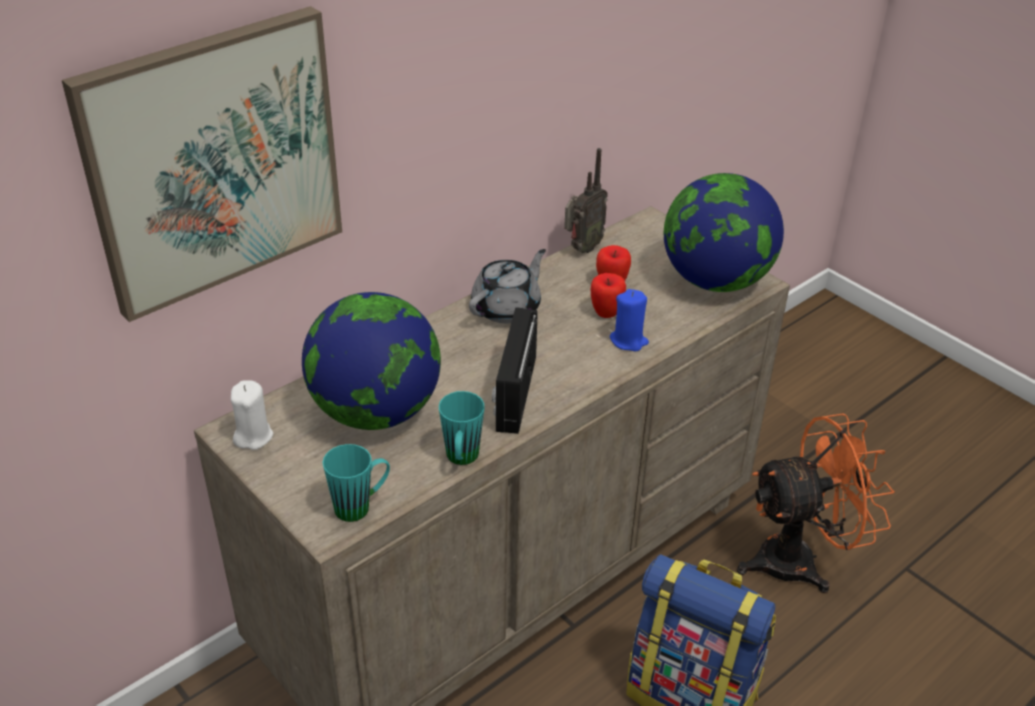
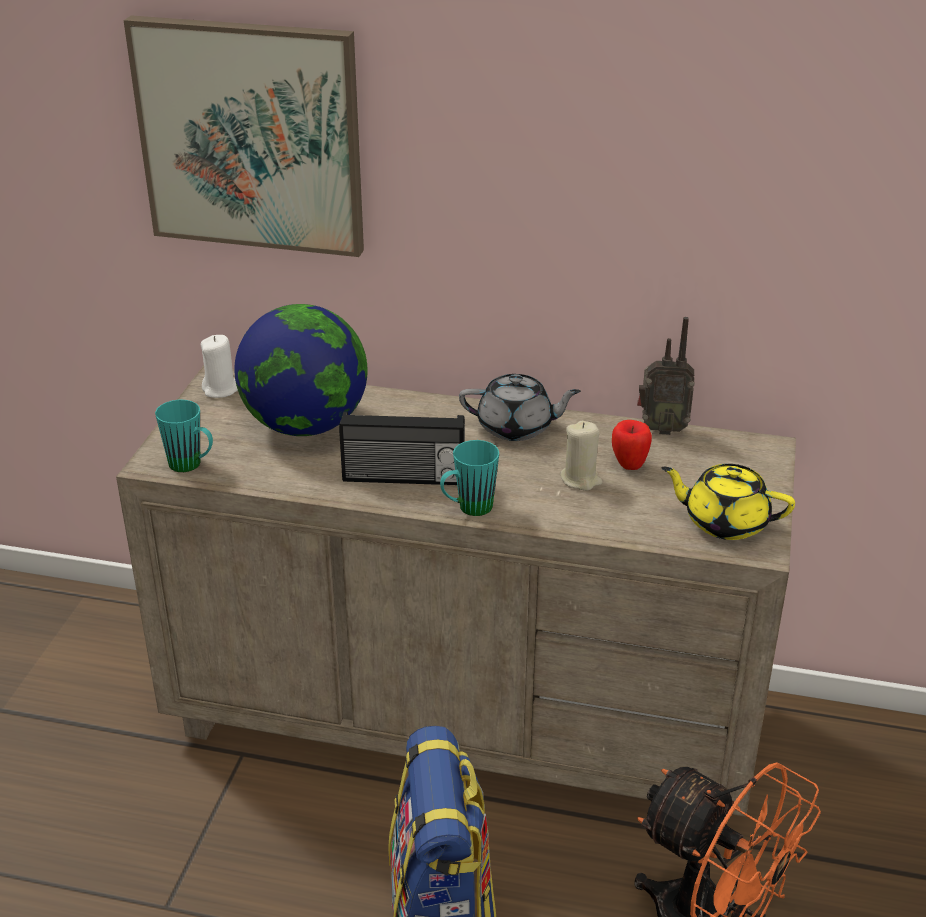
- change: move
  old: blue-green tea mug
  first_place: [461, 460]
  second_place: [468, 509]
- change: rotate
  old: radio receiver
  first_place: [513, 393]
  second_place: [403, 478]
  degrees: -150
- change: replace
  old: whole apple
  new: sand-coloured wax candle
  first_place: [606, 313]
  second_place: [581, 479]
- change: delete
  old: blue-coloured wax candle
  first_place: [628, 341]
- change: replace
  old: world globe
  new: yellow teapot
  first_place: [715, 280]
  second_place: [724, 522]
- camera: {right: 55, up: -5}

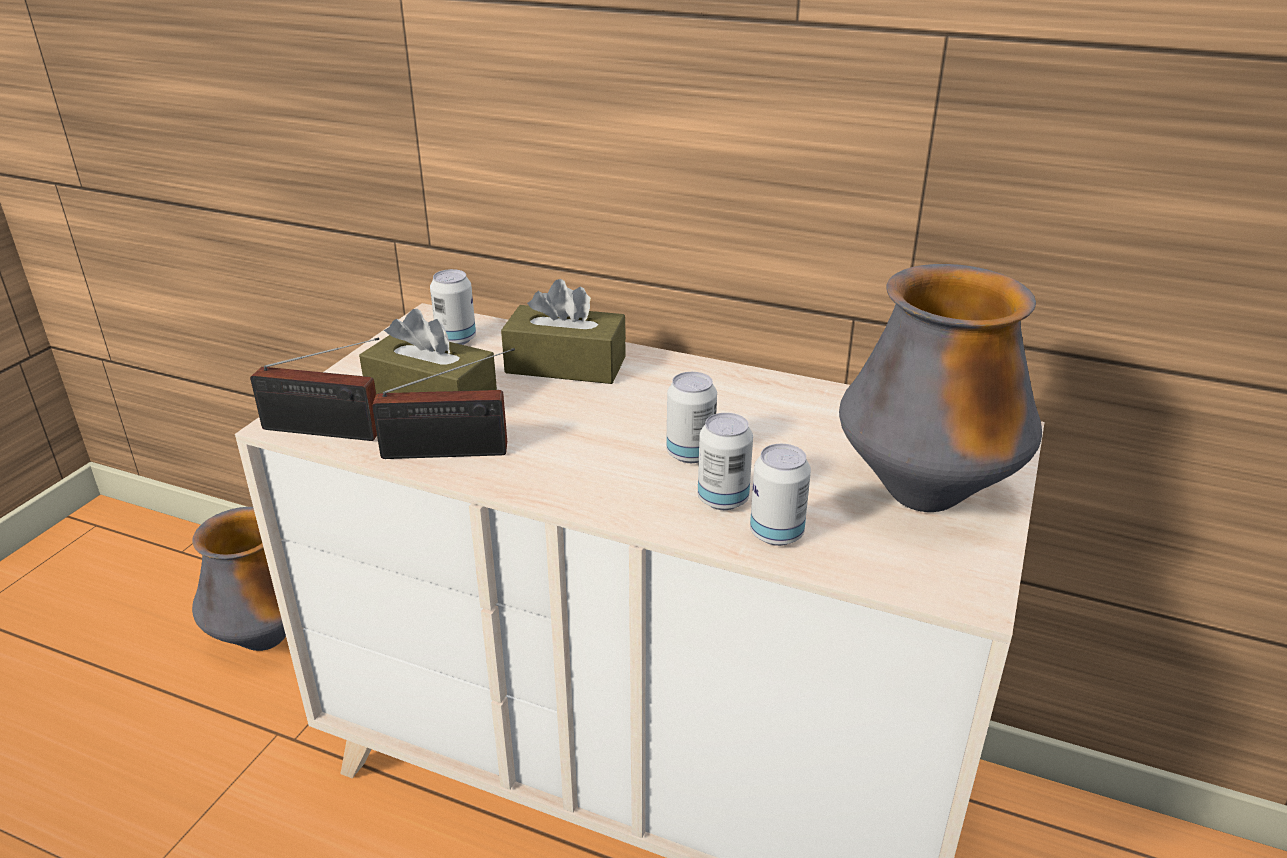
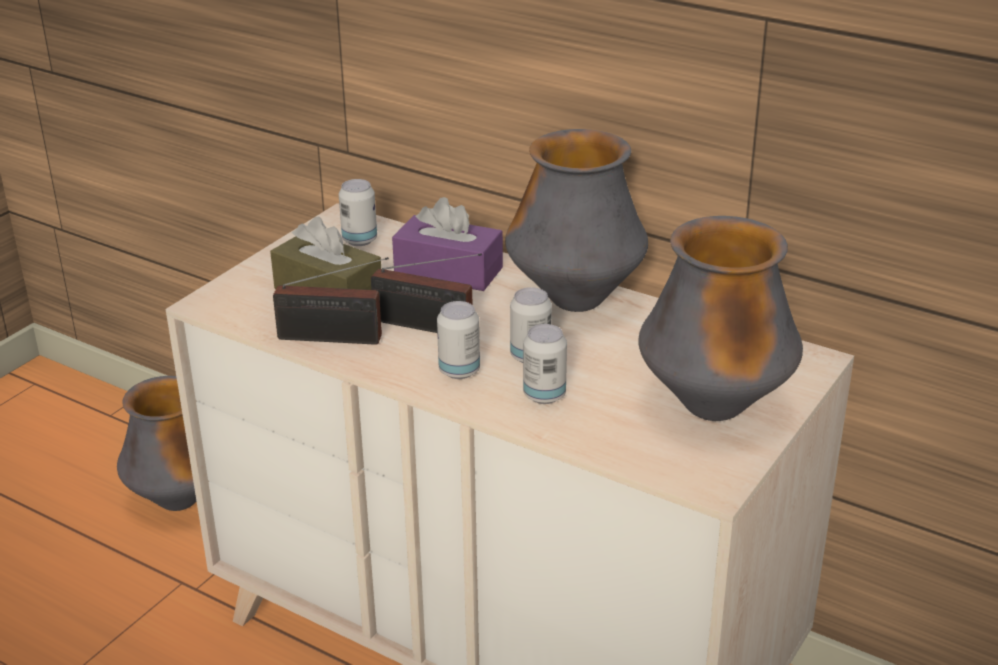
- change: move
  old: radio receiver
  first_place: [328, 431]
  second_place: [428, 327]
- change: recolor
  old: brown tissue holder
  new: purple tissue holder
  first_place: [565, 365]
  second_place: [448, 271]
- change: move
  old: metal can
  first_place: [776, 534]
  second_place: [459, 371]
- change: insert
  new: decorative vase
  second_place: [575, 300]
- camera: {right: 10, up: 0}

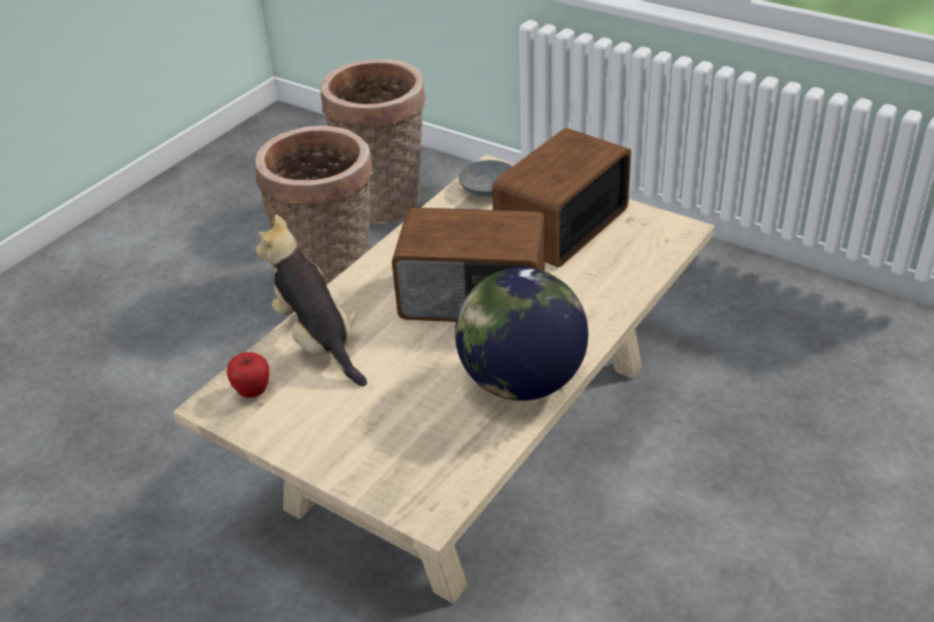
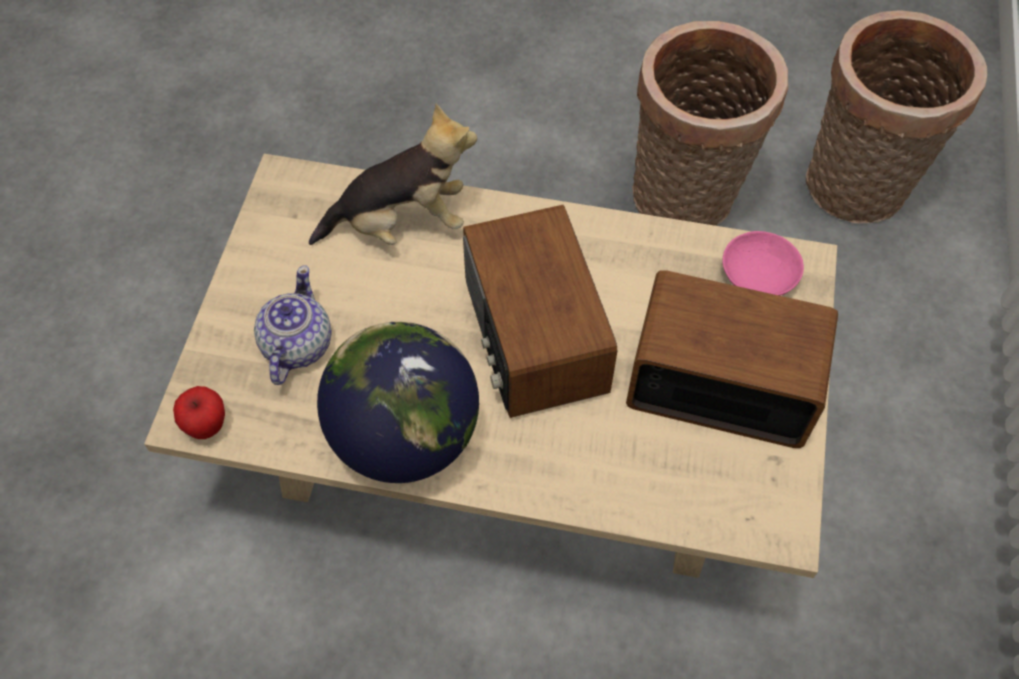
- change: move
  old: whole apple
  first_place: [253, 391]
  second_place: [207, 426]
- change: rotate
  old: soft toy
  first_place: [318, 342]
  second_place: [401, 223]
  degrees: 45
- change: recolor
  old: greyish bowl
  new: pink-coloured bowl
  first_place: [488, 188]
  second_place: [760, 275]
- change: insert
  new: teapot
  second_place: [296, 346]
- camera: {right: 65, up: 20}

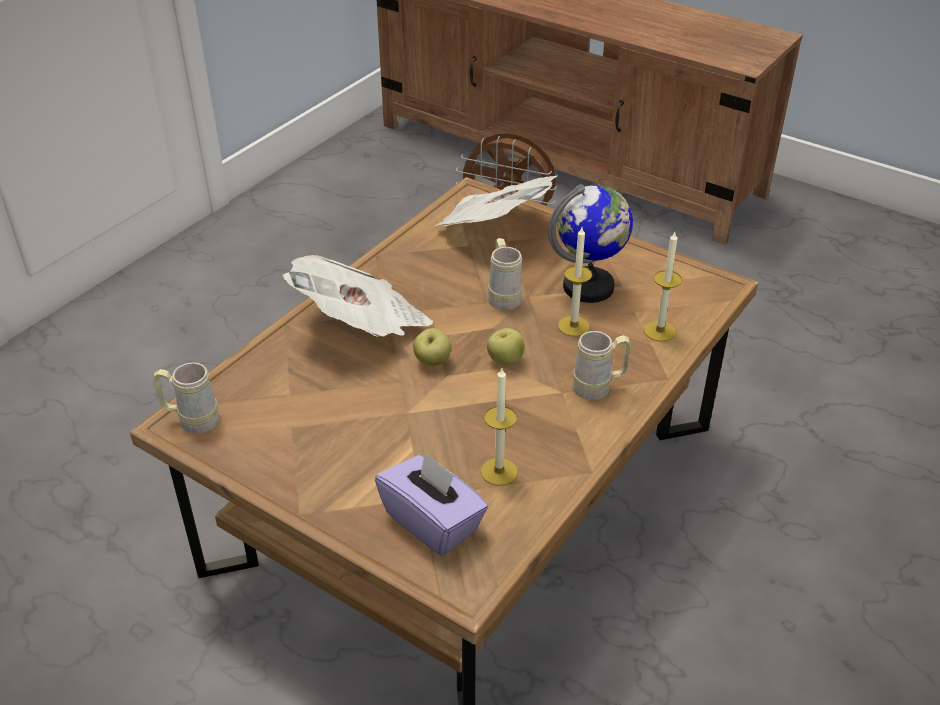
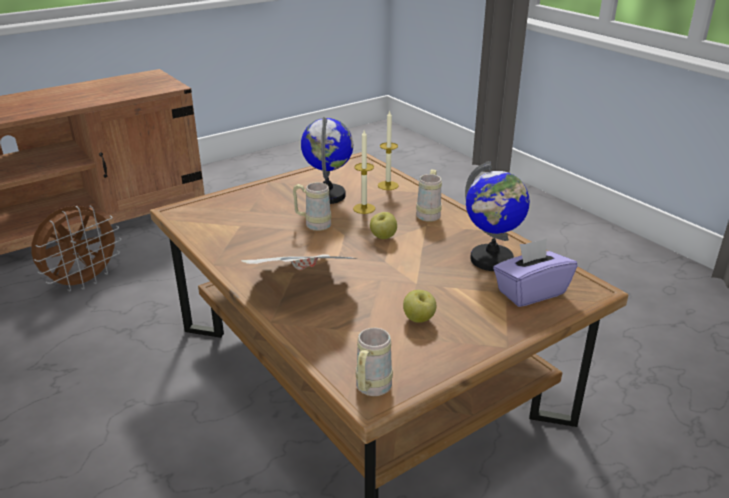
- change: move
  old: whole apple
  first_place: [432, 362]
  second_place: [419, 319]
- change: delete
  old: daily paper
  first_place: [494, 228]
- change: replace
  old: wax candle
  new: world globe
  first_place: [499, 471]
  second_place: [491, 260]
- camera: {right: -70, up: -10}

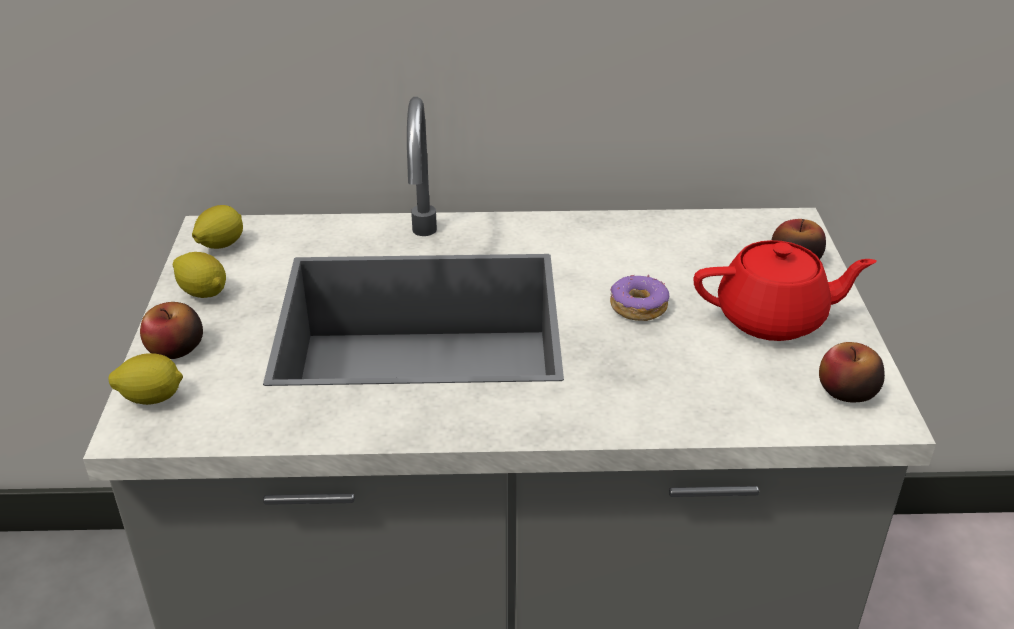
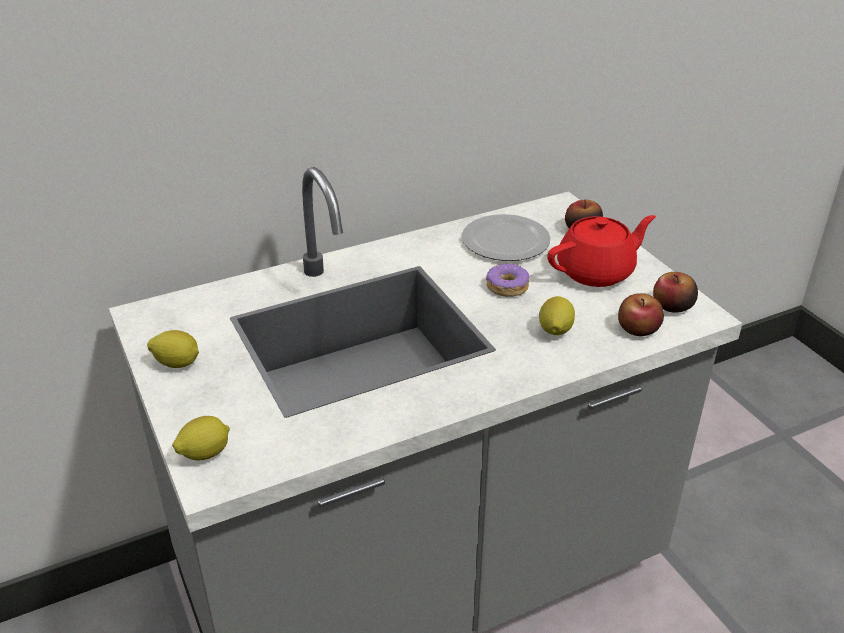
- change: move
  old: whole apple
  first_place: [175, 349]
  second_place: [638, 329]
- change: move
  old: citrus fruit
  first_place: [220, 245]
  second_place: [554, 331]
- change: insert
  new: dinner plate
  second_place: [506, 242]
- camera: {right: -25, up: 0}

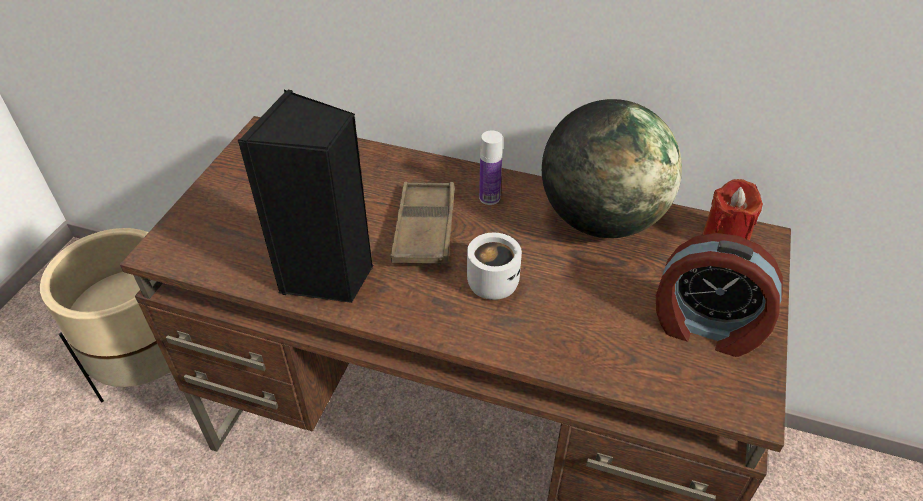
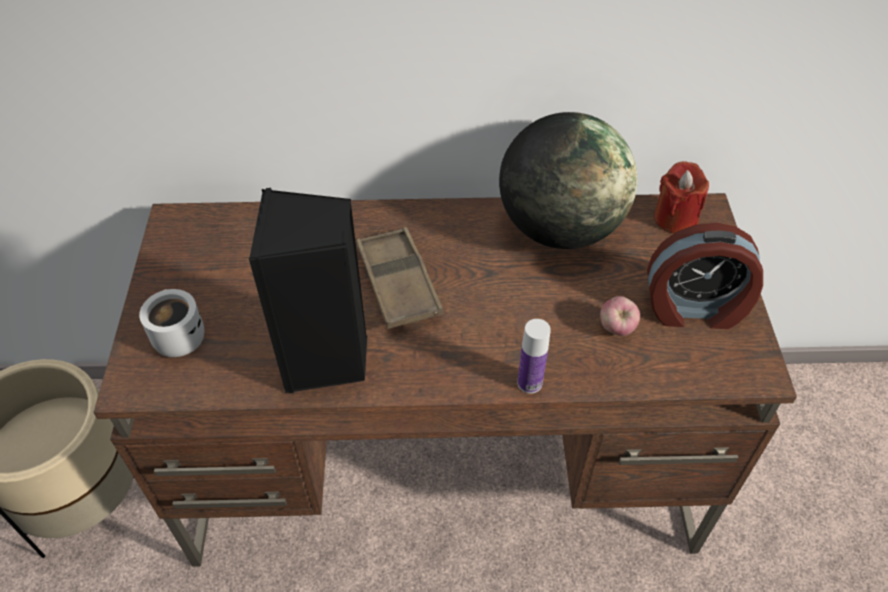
- change: move
  old: white-coloured tea mug
  first_place: [490, 280]
  second_place: [176, 336]
- change: move
  old: beverage bottle
  first_place: [489, 198]
  second_place: [529, 383]
- change: insert
  new: whole apple
  second_place: [616, 328]
- camera: {right: -20, up: 5}

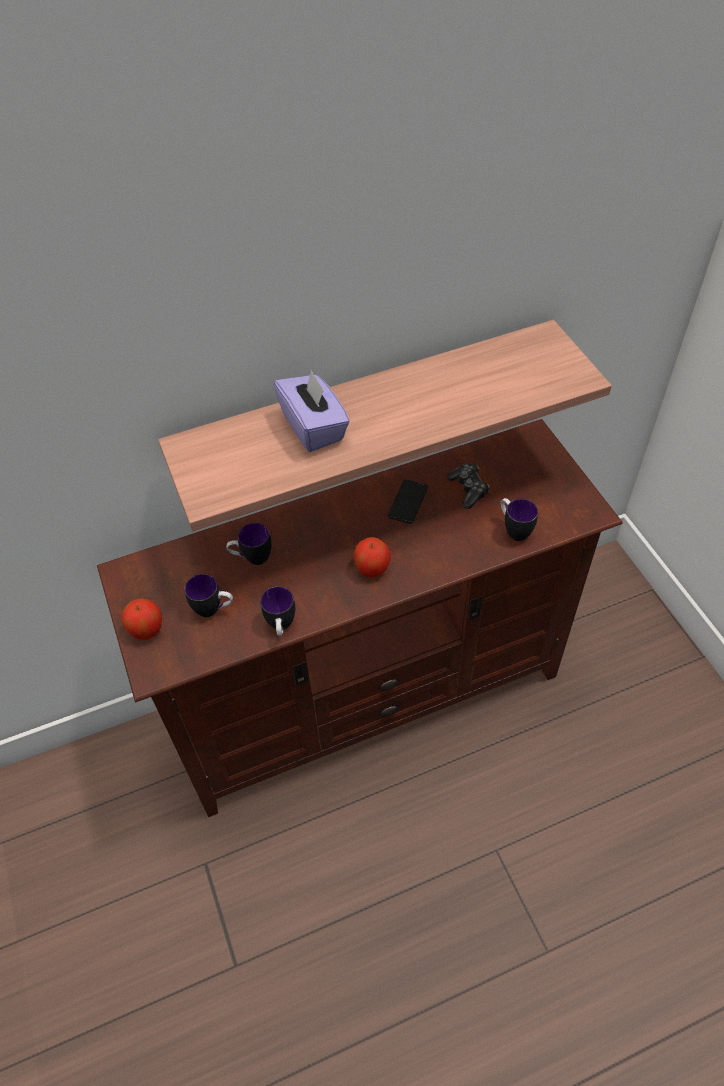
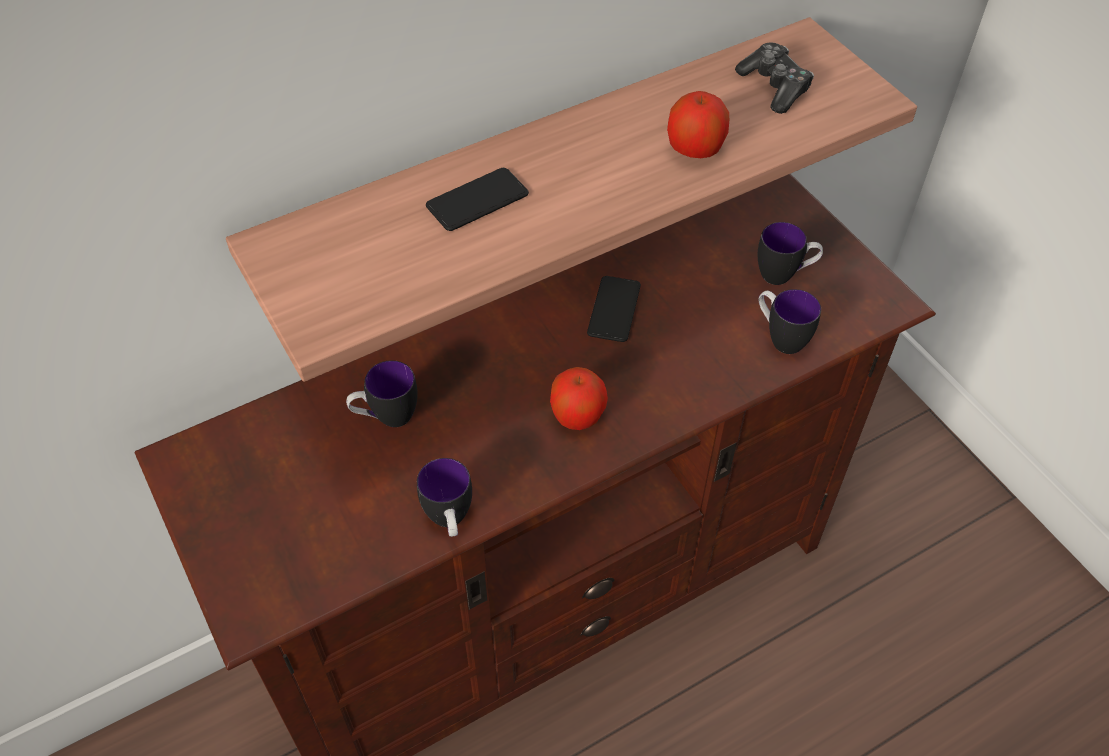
- change: move
  old: whole apple
  first_place: [146, 629]
  second_place: [694, 149]
- change: move
  old: tea mug
  first_place: [214, 609]
  second_place: [784, 275]
- change: replace
  old: purple tissue holder
  new: handset
  first_place: [314, 427]
  second_place: [477, 200]
- change: move
  old: gamepad
  first_place: [468, 489]
  second_place: [774, 87]
- camera: {right: -10, up: 0}

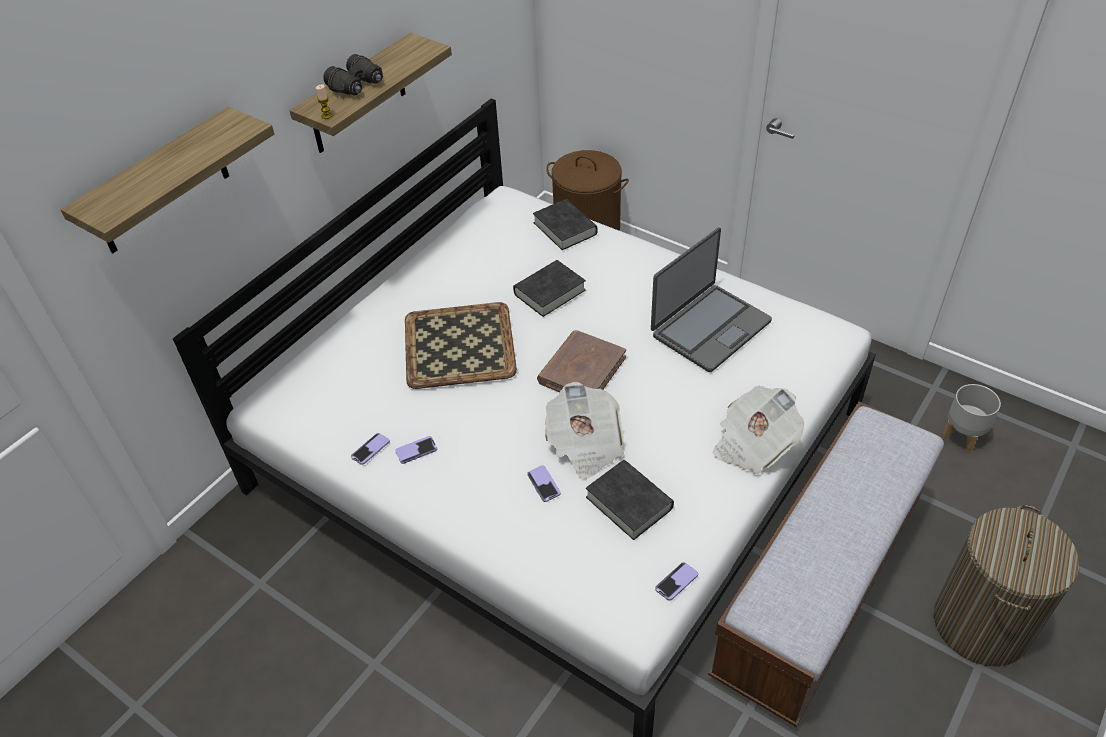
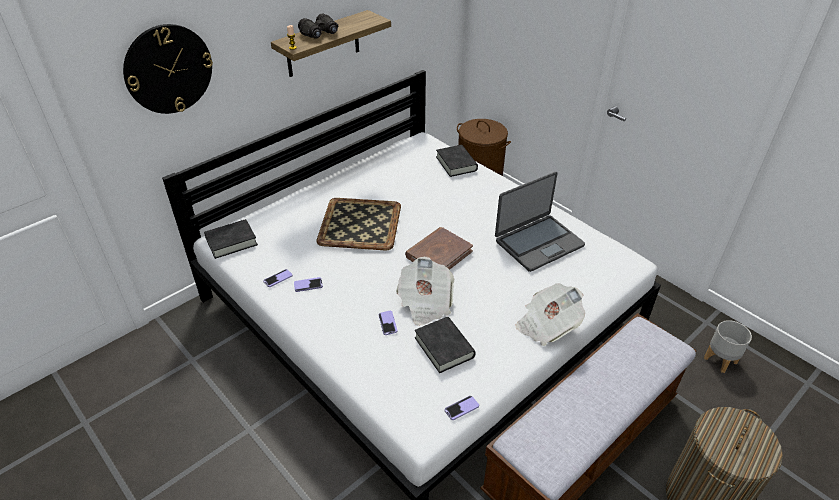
- change: replace
  old: shelf
  new: wall clock
  first_place: [160, 184]
  second_place: [168, 69]
- change: move
  old: black-coloured volume
  first_place: [549, 292]
  second_place: [231, 242]
- camera: {right: 10, up: -5}

